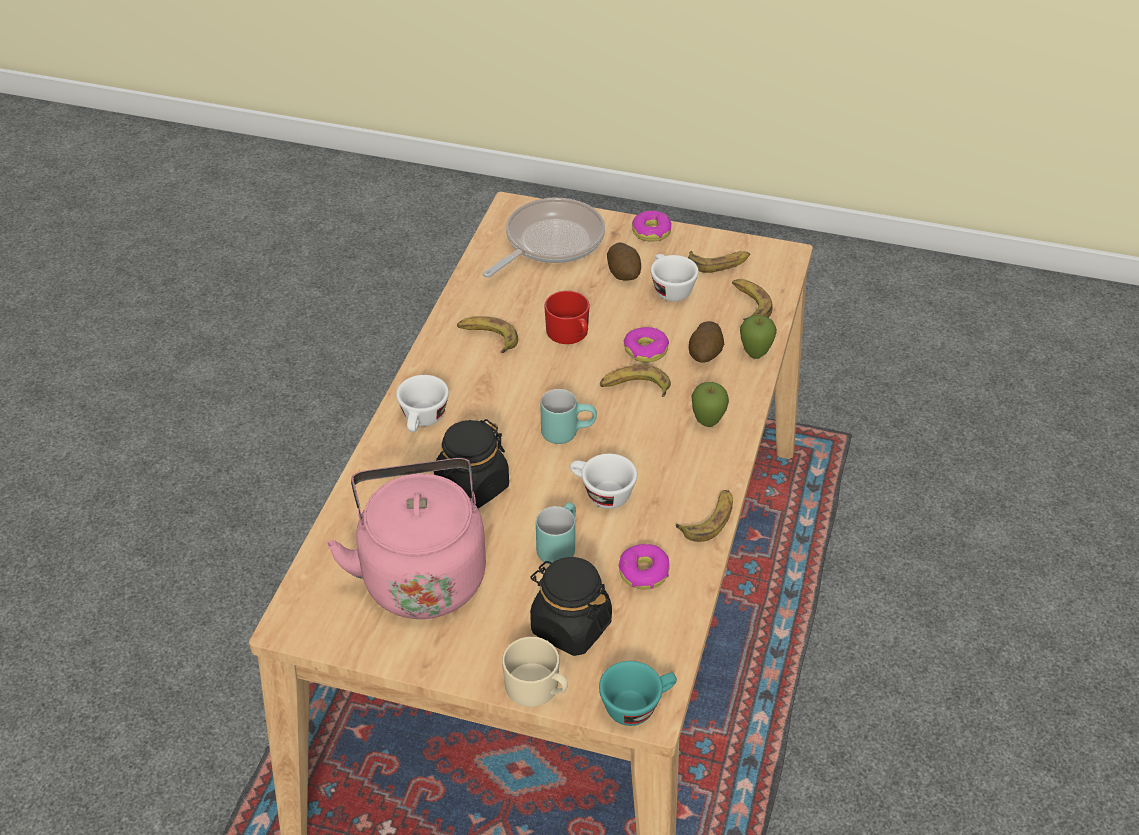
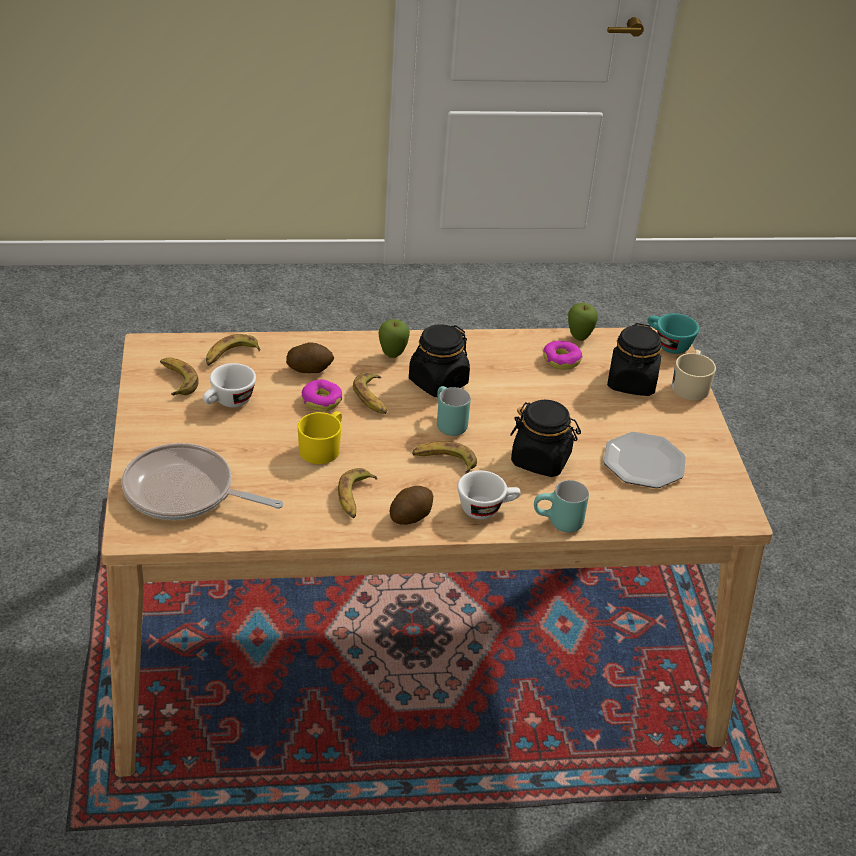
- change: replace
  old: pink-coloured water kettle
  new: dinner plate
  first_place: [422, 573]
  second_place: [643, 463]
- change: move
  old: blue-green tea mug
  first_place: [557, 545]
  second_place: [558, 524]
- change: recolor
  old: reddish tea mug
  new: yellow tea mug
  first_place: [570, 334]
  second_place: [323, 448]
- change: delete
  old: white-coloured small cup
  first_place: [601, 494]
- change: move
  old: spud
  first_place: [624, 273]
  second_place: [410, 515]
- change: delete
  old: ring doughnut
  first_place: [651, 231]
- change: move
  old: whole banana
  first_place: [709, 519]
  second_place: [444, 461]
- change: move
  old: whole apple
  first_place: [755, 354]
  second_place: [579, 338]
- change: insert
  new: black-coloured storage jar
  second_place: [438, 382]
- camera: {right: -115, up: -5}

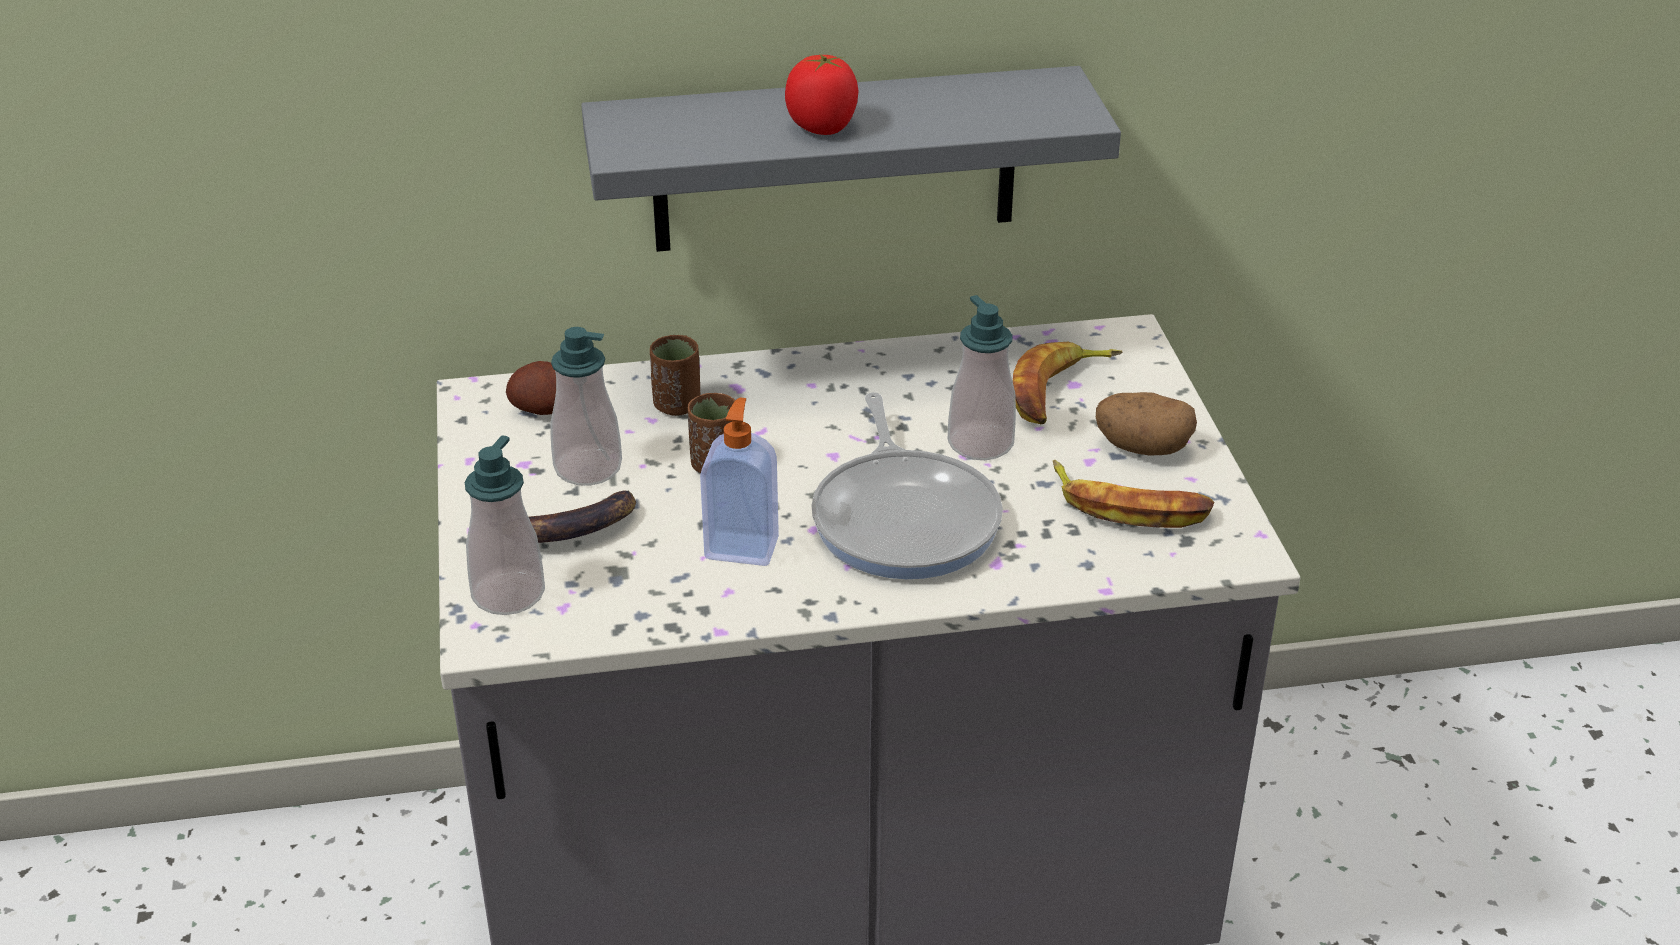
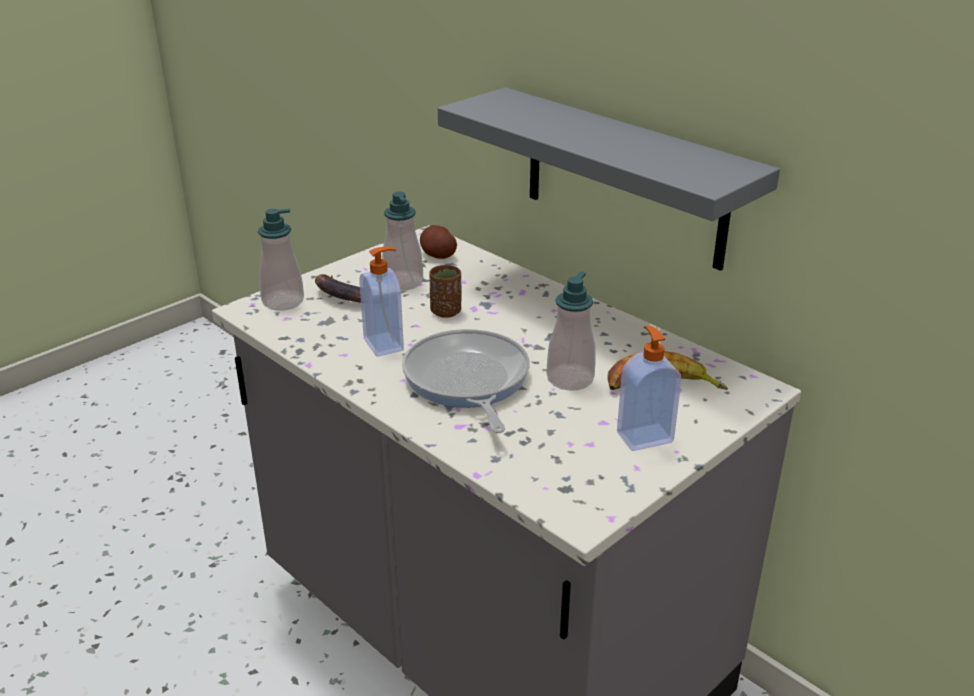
- change: delete
  old: brown small cup
  first_place: [677, 405]
- change: delete
  old: fresh tomato
  first_place: [822, 127]
- change: rotate
  old: pan
  first_place: [905, 518]
  second_place: [467, 381]
  degrees: 120
- change: delete
  old: whole banana
  first_place: [1129, 506]
- change: replace
  old: spud
  new: soap bottle
  first_place: [1142, 447]
  second_place: [644, 436]
- camera: {right: 55, up: -5}

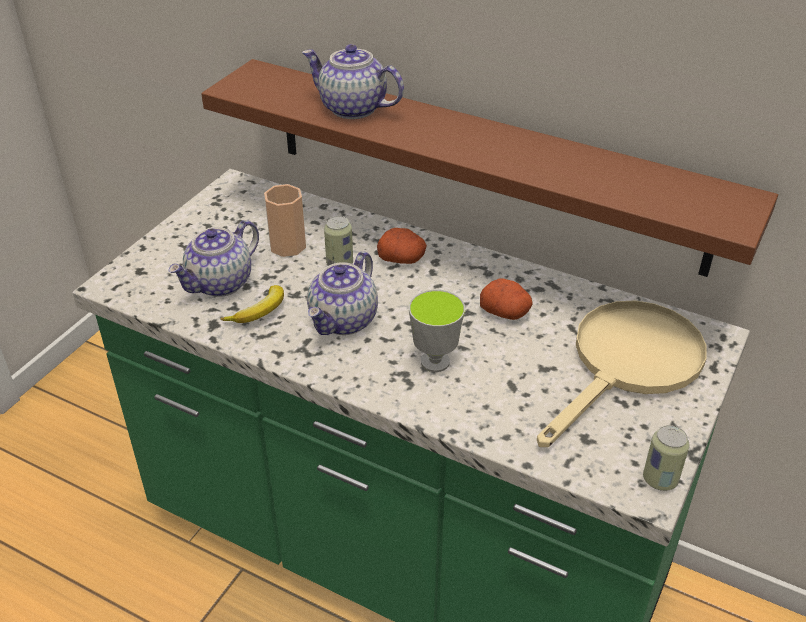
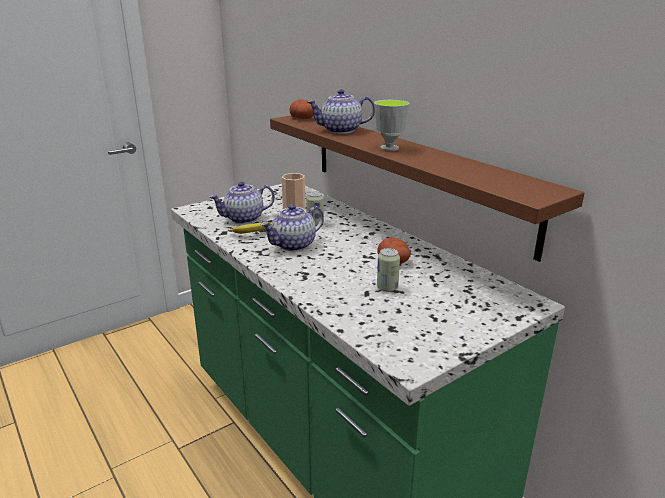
- change: rotate
  old: teapot
  first_place: [352, 108]
  second_place: [340, 130]
  degrees: -60
- change: move
  old: spud
  first_place: [402, 258]
  second_place: [304, 118]
- change: move
  old: small cup
  first_place: [435, 362]
  second_place: [389, 148]
- change: delete
  old: sand-coloured pan
  first_place: [628, 365]
- change: move
  old: metal can
  first_place: [660, 480]
  second_place: [387, 288]
- camera: {right: 25, up: -15}

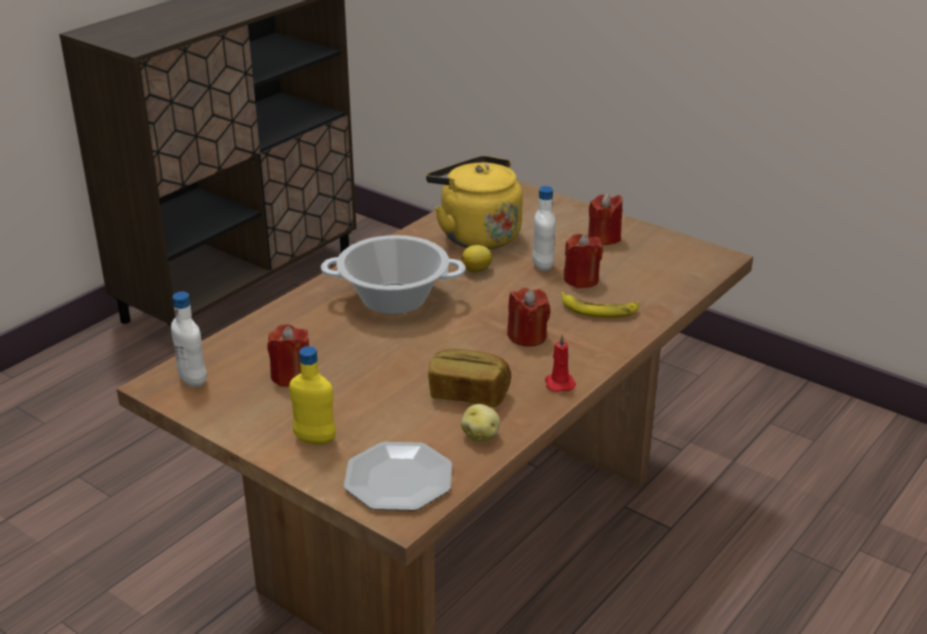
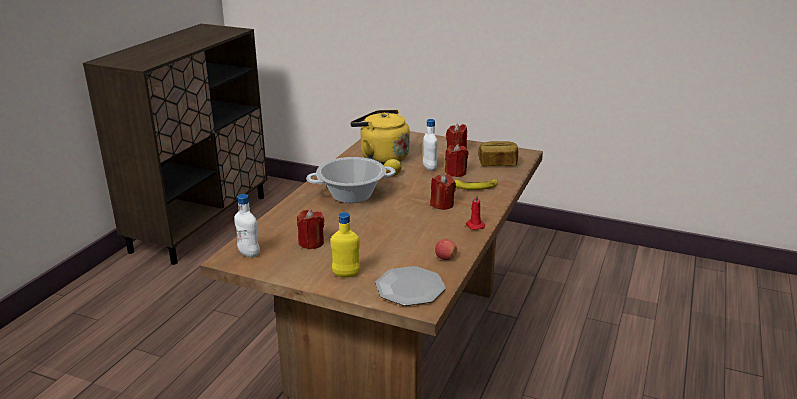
- change: move
  old: bakery bread
  first_place: [468, 394]
  second_place: [497, 163]
- change: replace
  old: spud
  new: whole apple
  first_place: [481, 435]
  second_place: [445, 258]
- camera: {right: -15, up: -5}

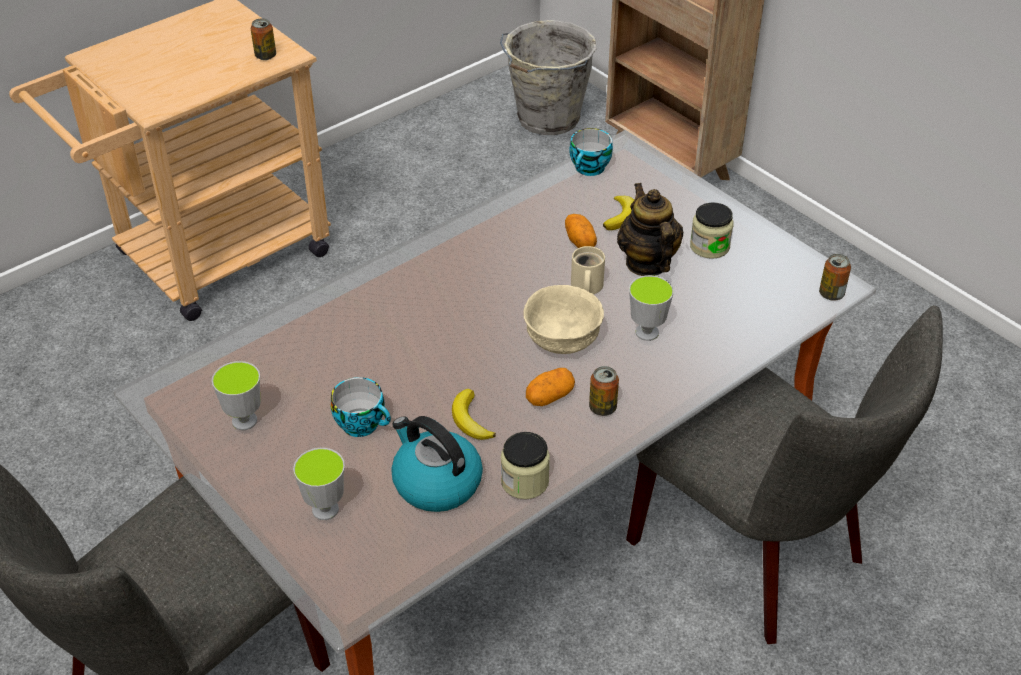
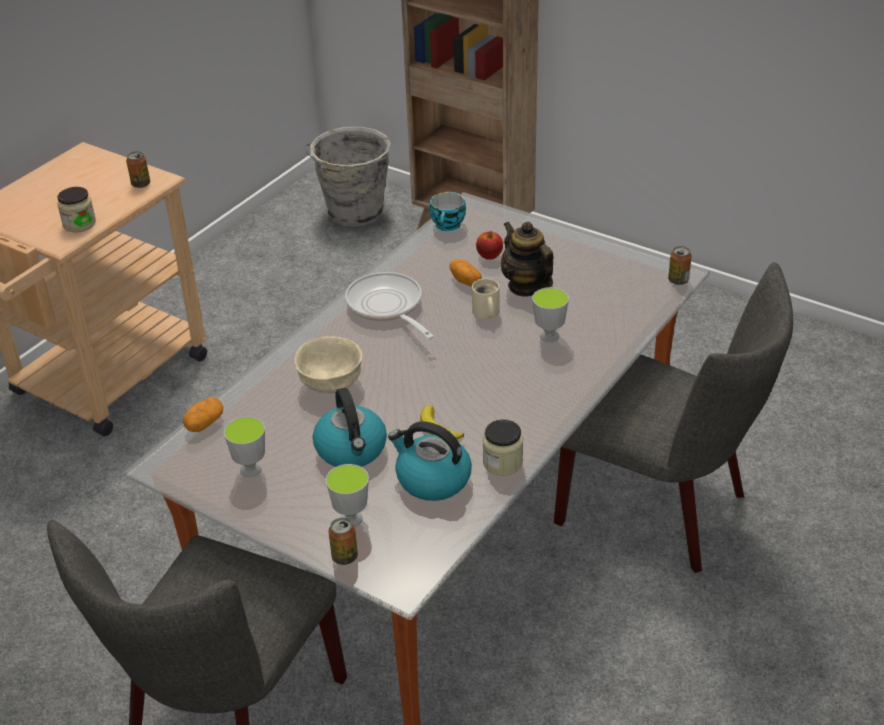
- change: replace
  old: small cup
  new: water kettle
  first_place: [363, 423]
  second_place: [351, 450]
- change: move
  old: sand-coloured bowl
  first_place: [563, 339]
  second_place: [331, 382]
- change: move
  old: spud
  first_place: [549, 397]
  second_place: [204, 423]
- change: move
  old: metal can
  first_place: [602, 408]
  second_place: [344, 557]
- change: replace
  old: whole banana
  new: whole apple
  first_place: [620, 216]
  second_place: [489, 256]
- change: move
  old: storage jar
  first_place: [709, 246]
  second_place: [79, 224]
- change: insert
  new: pan
  second_place: [387, 307]
- camera: {right: -15, up: -5}

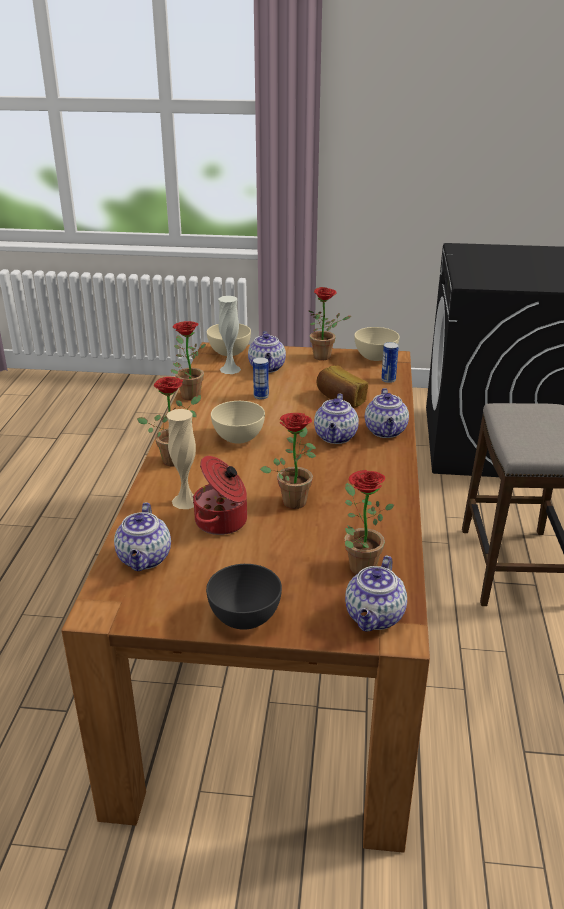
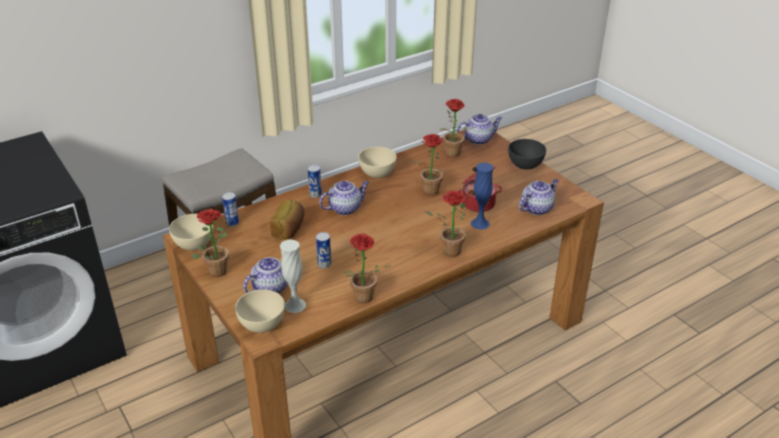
- change: recolor
  old: sand-coloured decorative vase
  new: blue-coloured decorative vase
  first_place: [185, 501]
  second_place: [480, 223]
- change: move
  old: sand-coloured bowl
  first_place: [239, 438]
  second_place: [377, 173]
- change: replace
  old: teapot
  new: metal can
  first_place: [386, 432]
  second_place: [315, 194]
- camera: {right: -130, up: 5}

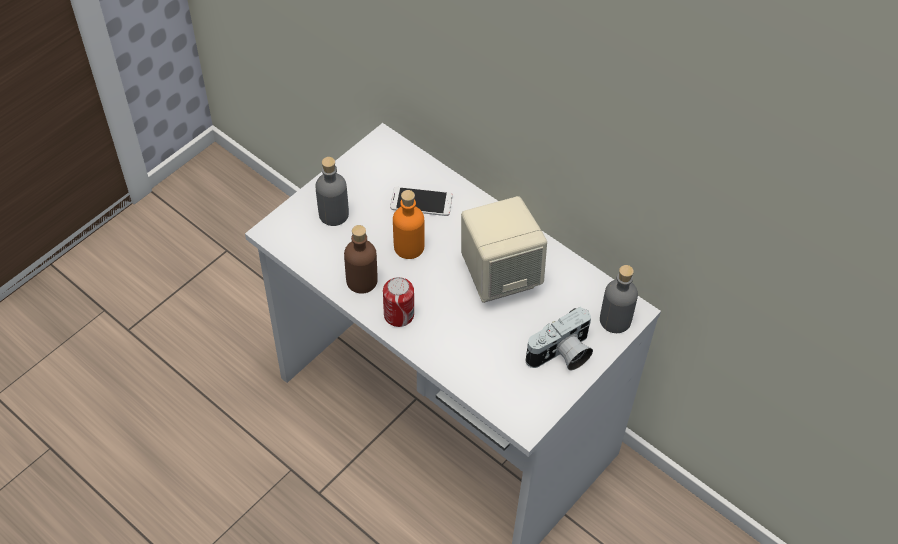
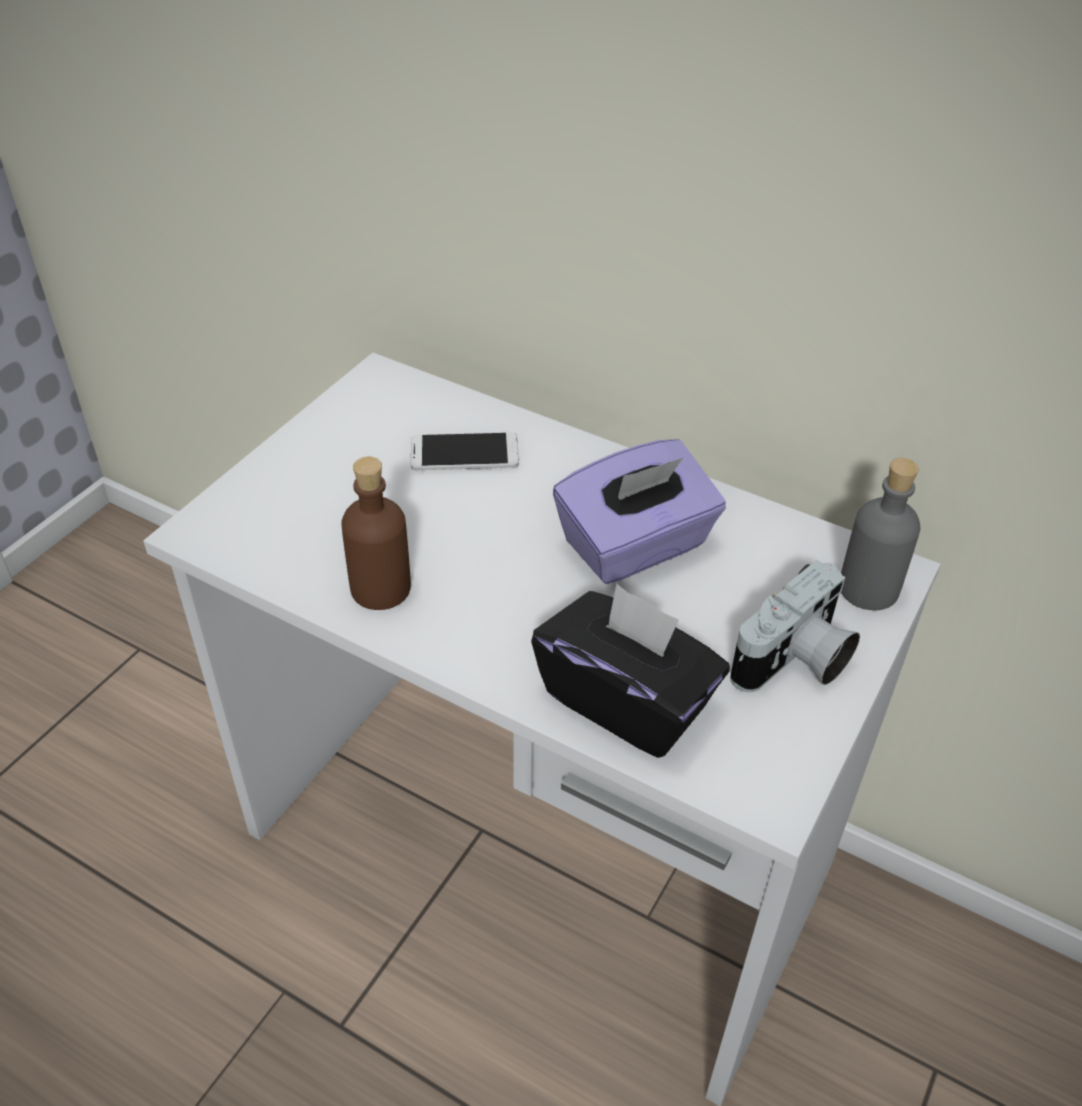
- change: delete
  old: greyish beverage bottle
  first_place: [333, 214]
- change: delete
  old: metal can
  first_place: [399, 315]
- change: delete
  old: orange beverage bottle
  first_place: [409, 247]
- change: replace
  old: sand-coloured loudspeaker
  new: purple tissue holder
  first_place: [500, 276]
  second_place: [636, 546]
- change: insert
  new: black-coloured tissue holder
  second_place: [626, 701]
- camera: {right: -10, up: -10}

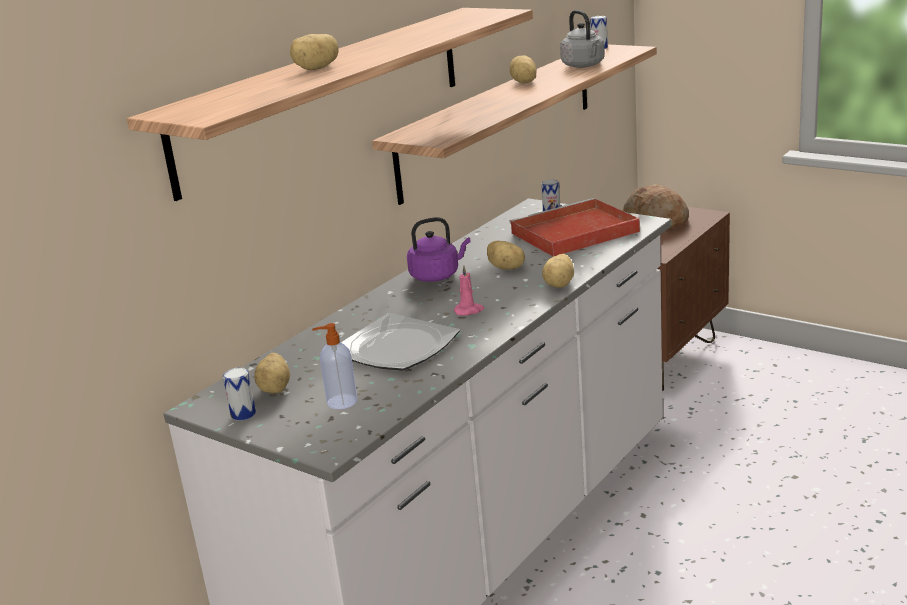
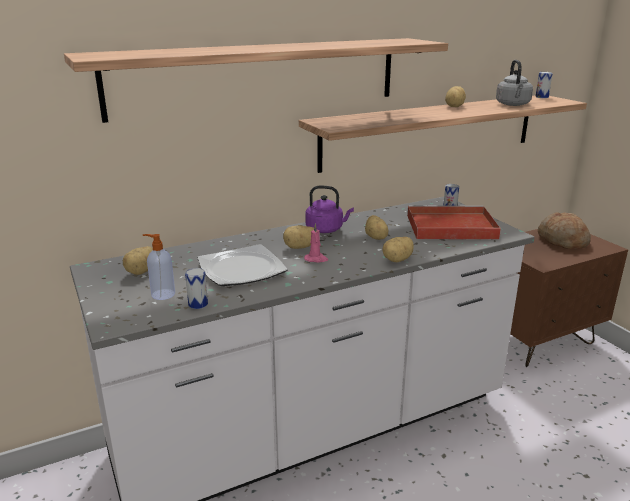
- change: move
  old: metal can
  first_place: [243, 414]
  second_place: [198, 304]
- change: move
  old: spud
  first_place: [317, 68]
  second_place: [300, 247]
- camera: {right: 25, up: 0}

